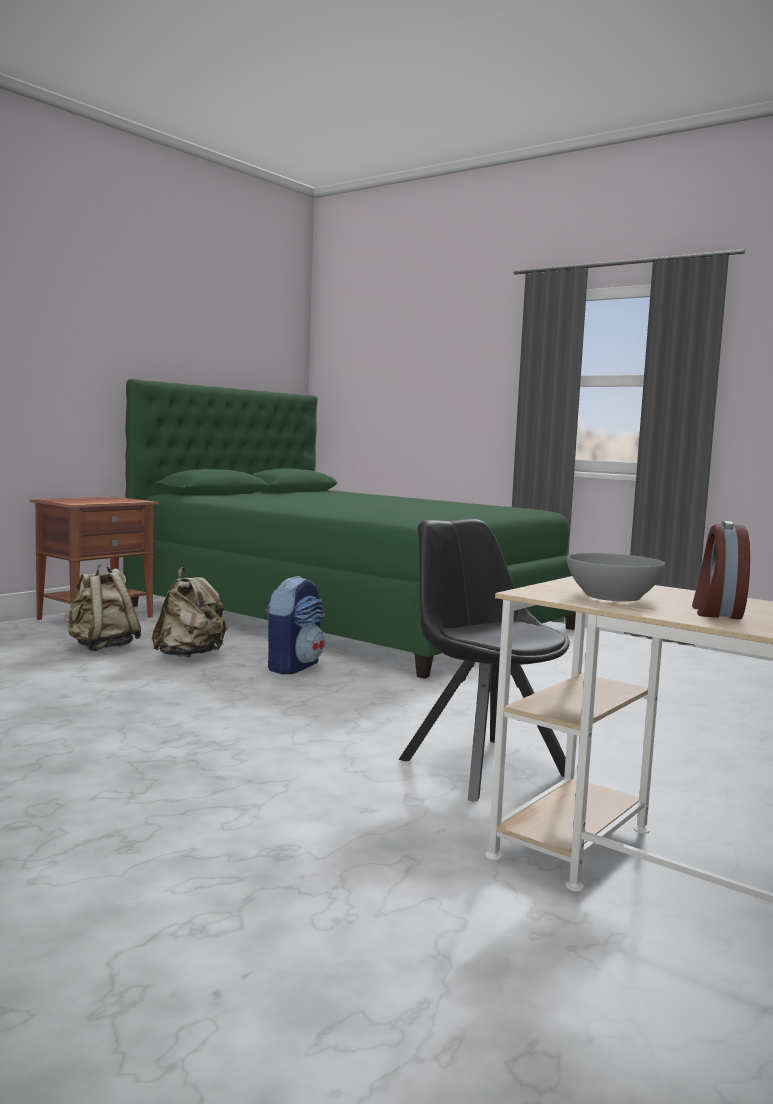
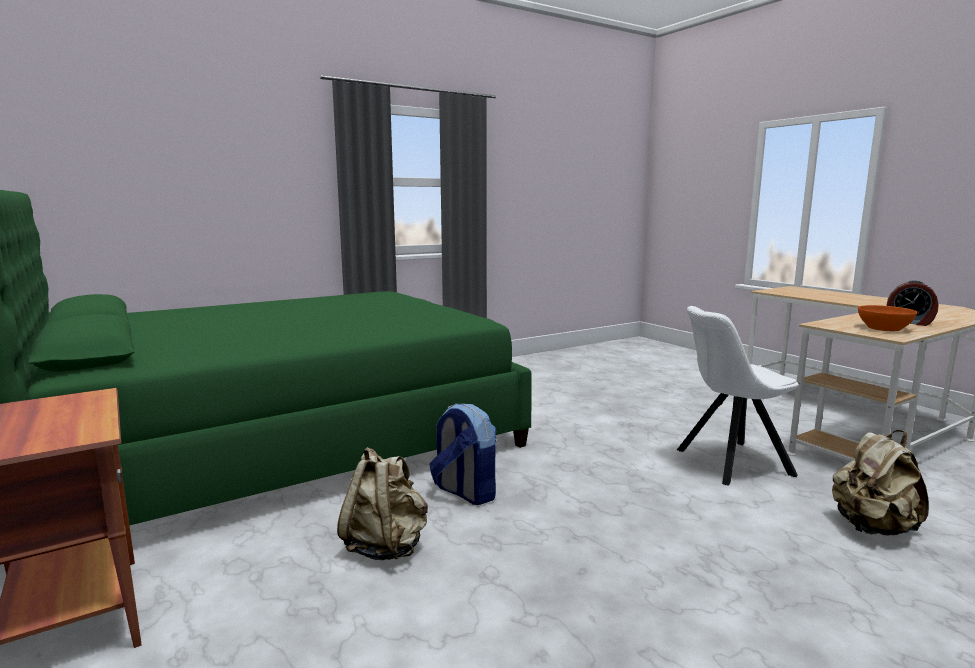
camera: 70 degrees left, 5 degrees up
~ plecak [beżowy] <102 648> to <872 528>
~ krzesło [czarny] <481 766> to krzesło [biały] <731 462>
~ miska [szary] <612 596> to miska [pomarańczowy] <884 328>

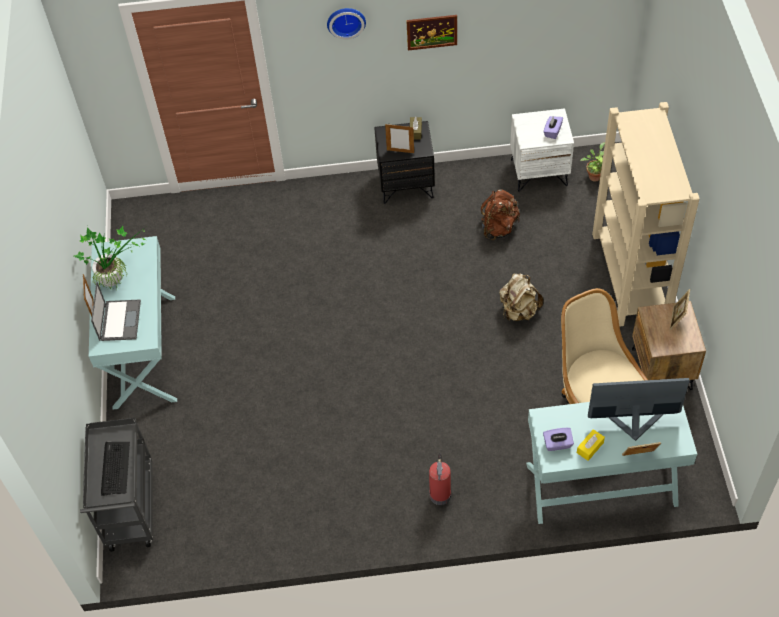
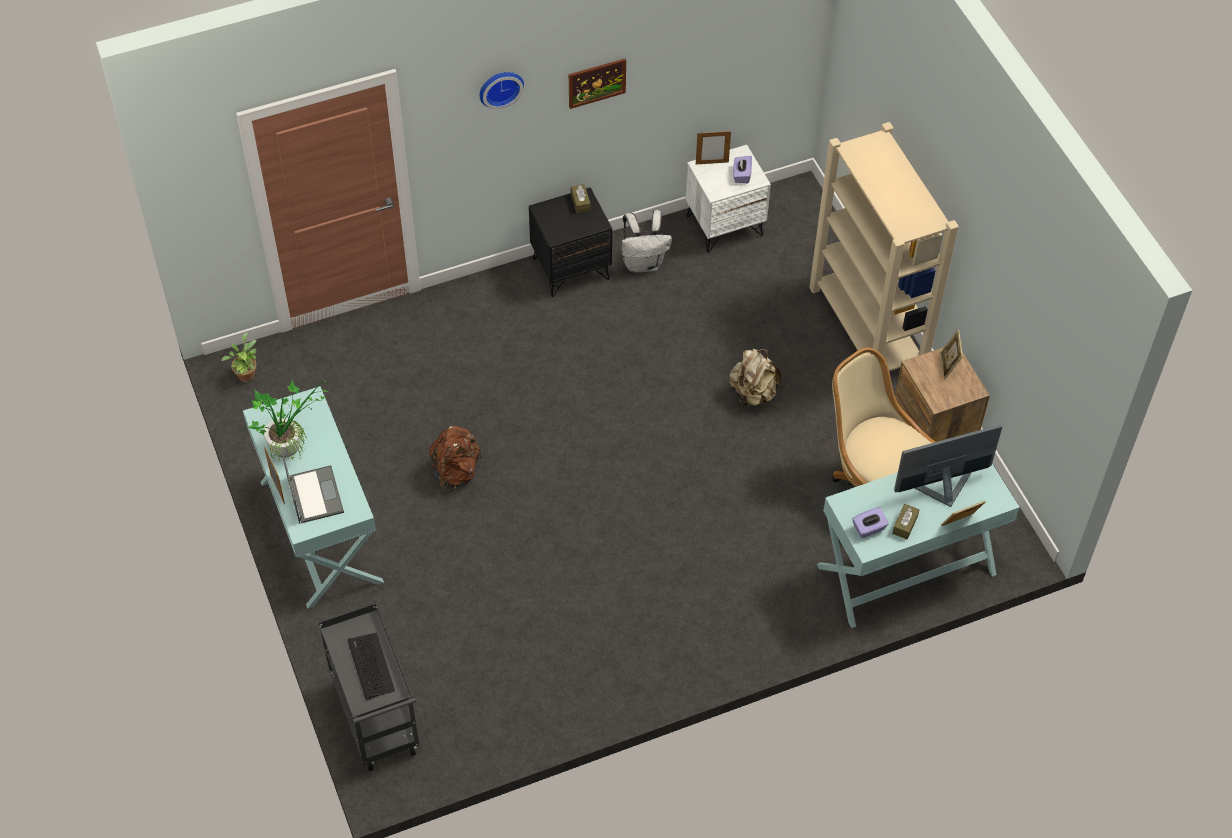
camera: 20 degrees left, 0 degrees up
- gaśnica <440 494>
+ plecak [biały] <643 263>
~ ramka na zdjęcie <400 151> to <712 163>
~ plecak [brązowy] <498 228> to <456 471>
~ roślina doniczkowa <594 175> to <246 374>
~ pudełko chusteczek [żółty] <590 447> to pudełko chusteczek [brązowy] <905 525>

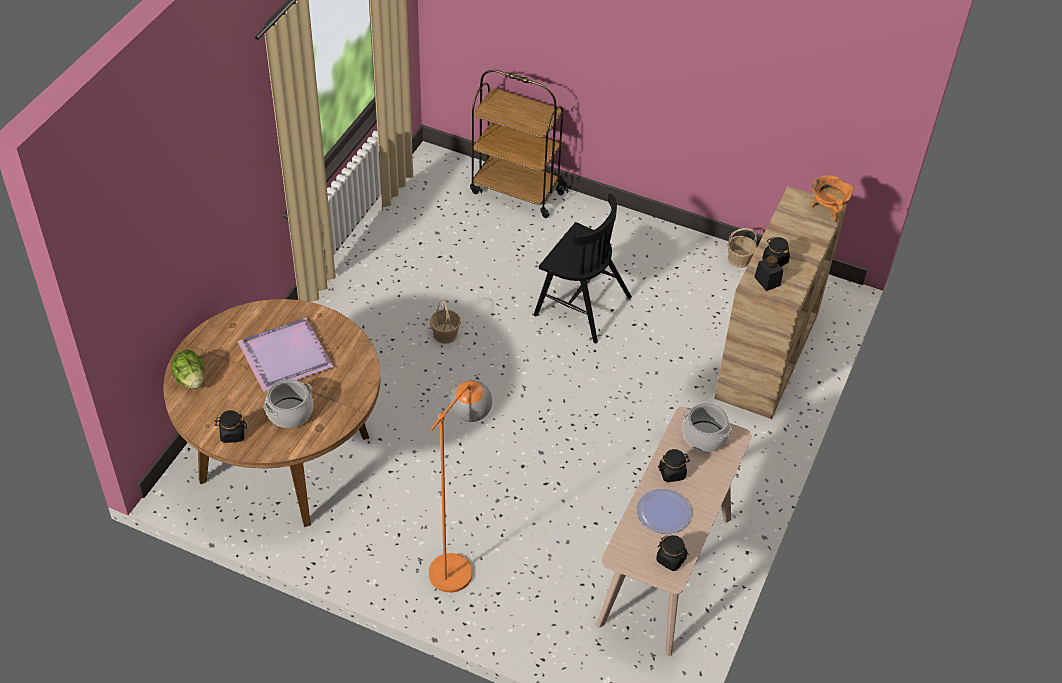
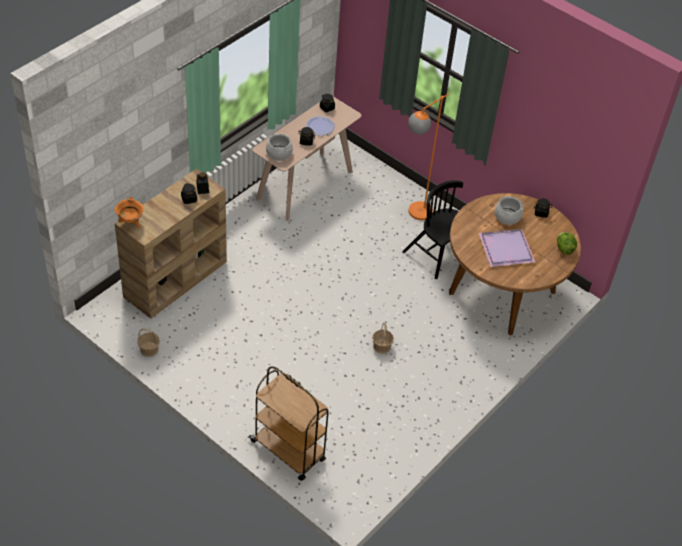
camera: 165 degrees left, 0 degrees up
~ krzesło [czarny] <577 303> to <439 255>

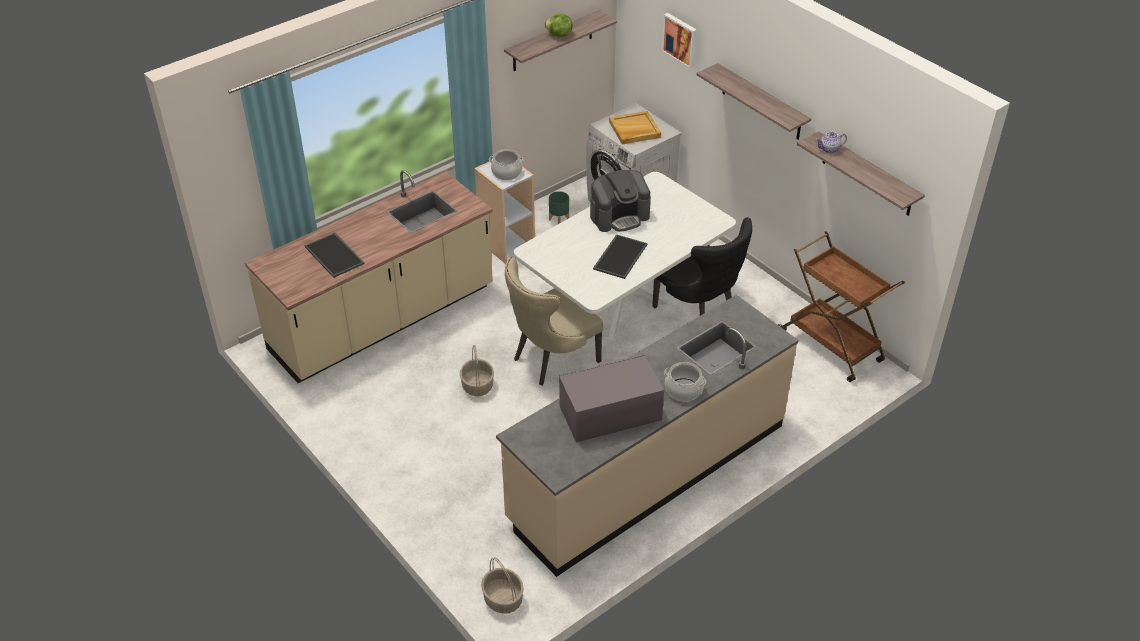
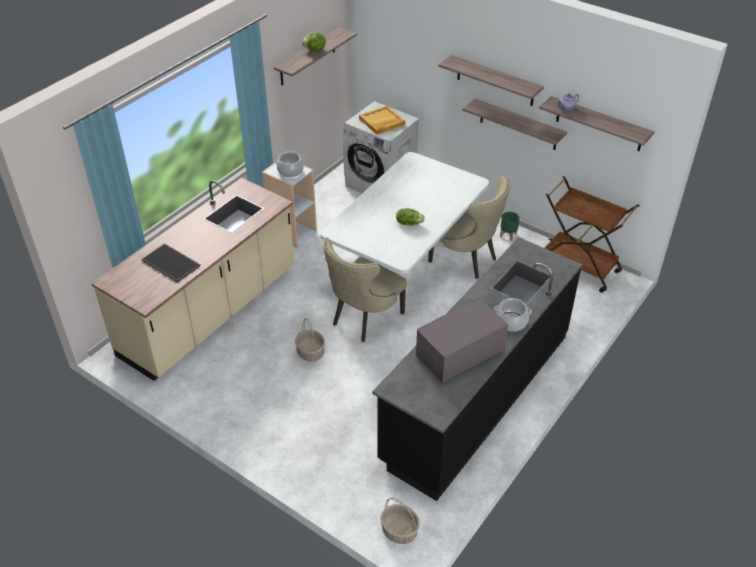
camera: 15 degrees left, 0 degrees up
- ekspres do kawy <619 216>
- obraz <680 39>
+ półka <518 125>
~ donica [zielony] <559 219> to <508 235>
~ taca <619 256> to sałata <409 223>
~ zabudowa kuchenna [beżowy] <647 472> to zabudowa kuchenna [czarny] <476 396>
~ krzesło [czarny] <699 312> to krzesło [beżowy] <466 259>

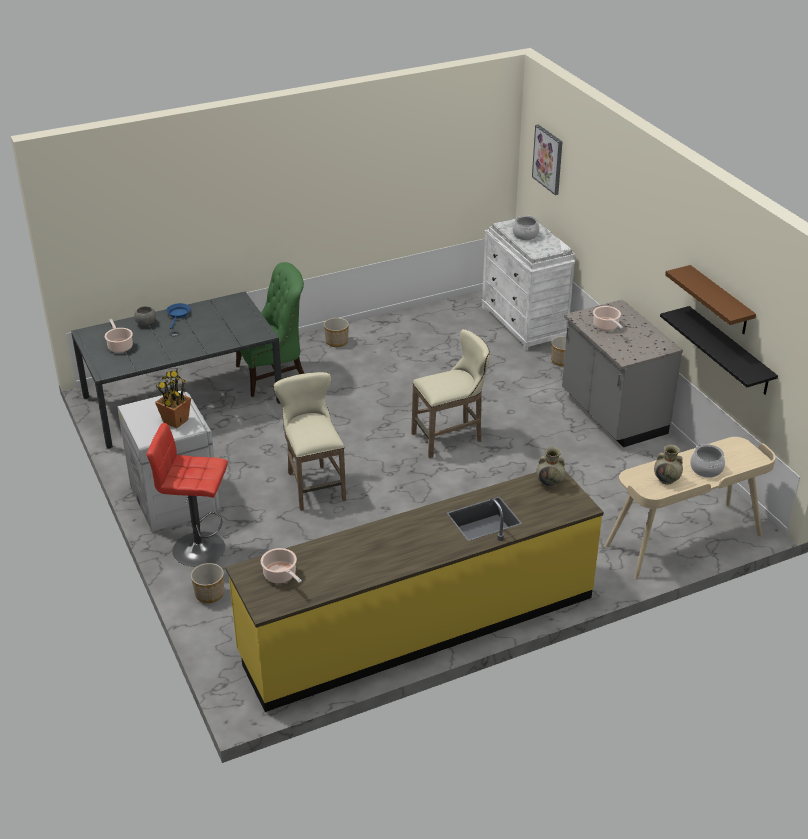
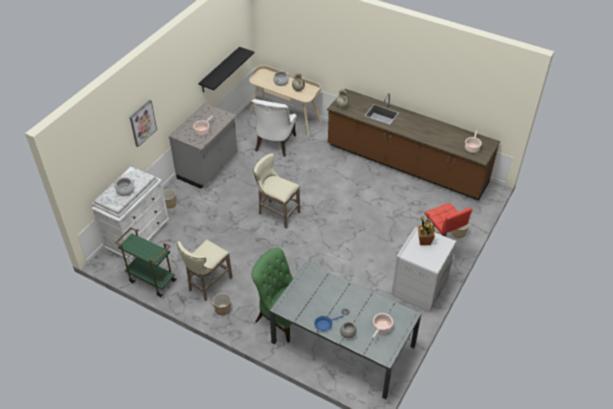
camera: 125 degrees left, 10 degrees up
- półka [brązowy] <720 301>
+ wózek [zielony] <151 281>
+ krzesło [biały] <274 143>
~ stołek [beżowy] <313 484> to <207 285>
~ obraz <548 159> to <142 123>
~ zabudowa kuchenna [żółty] <418 625> to zabudowa kuchenna [brązowy] <406 165>

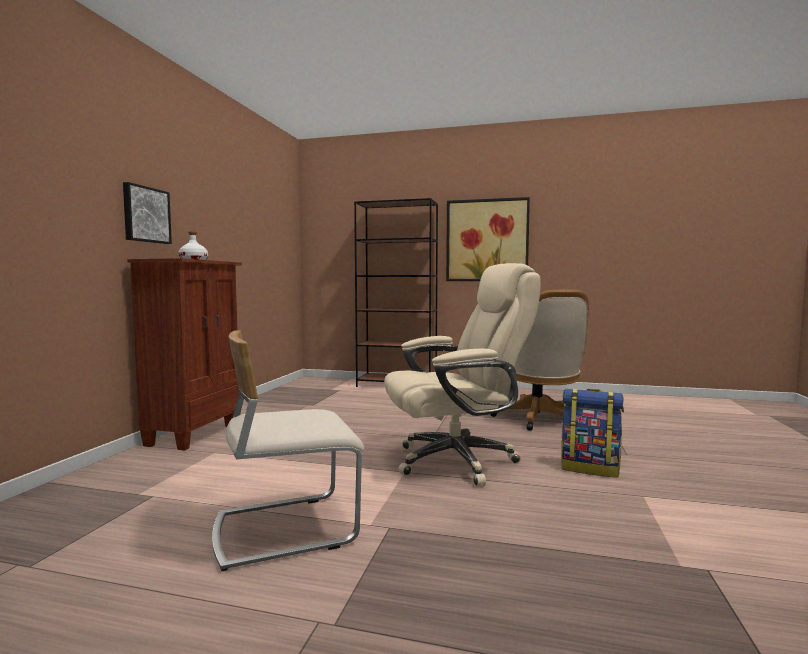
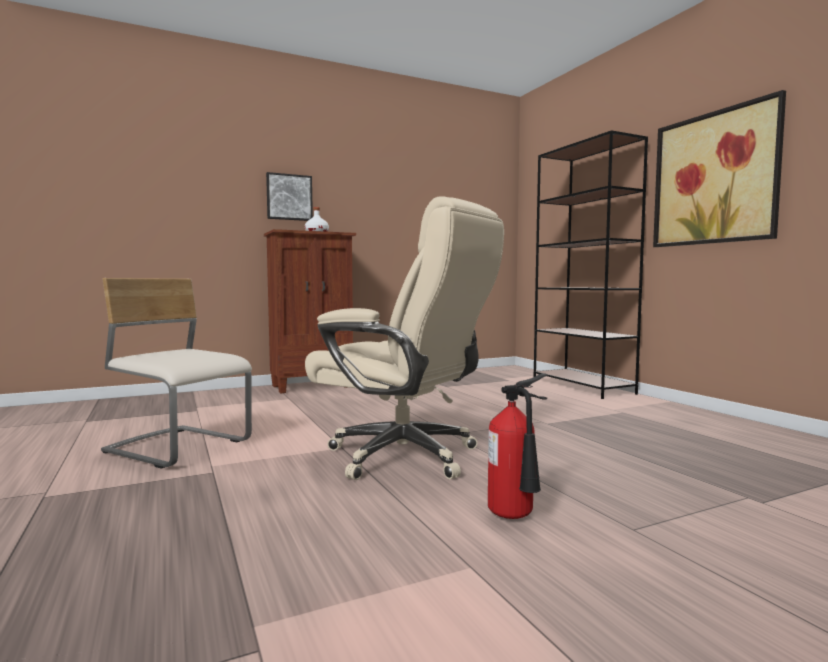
camera: 50 degrees right, 0 degrees up
- krzesło biurowe <540 420>
~ plecak <590 468> to gaśnica <516 517>

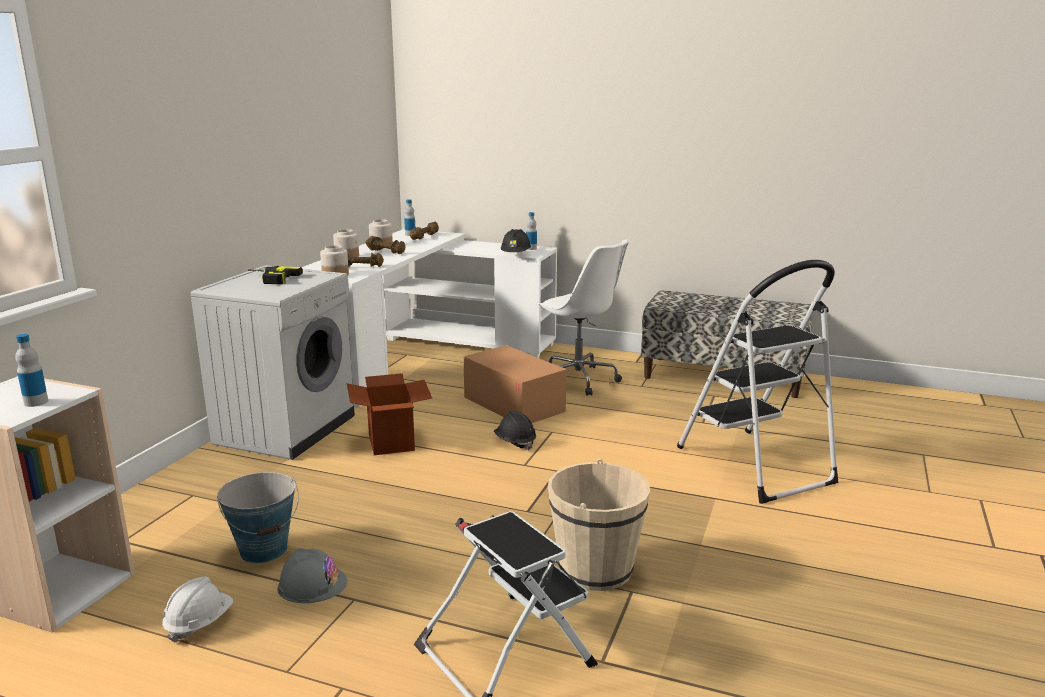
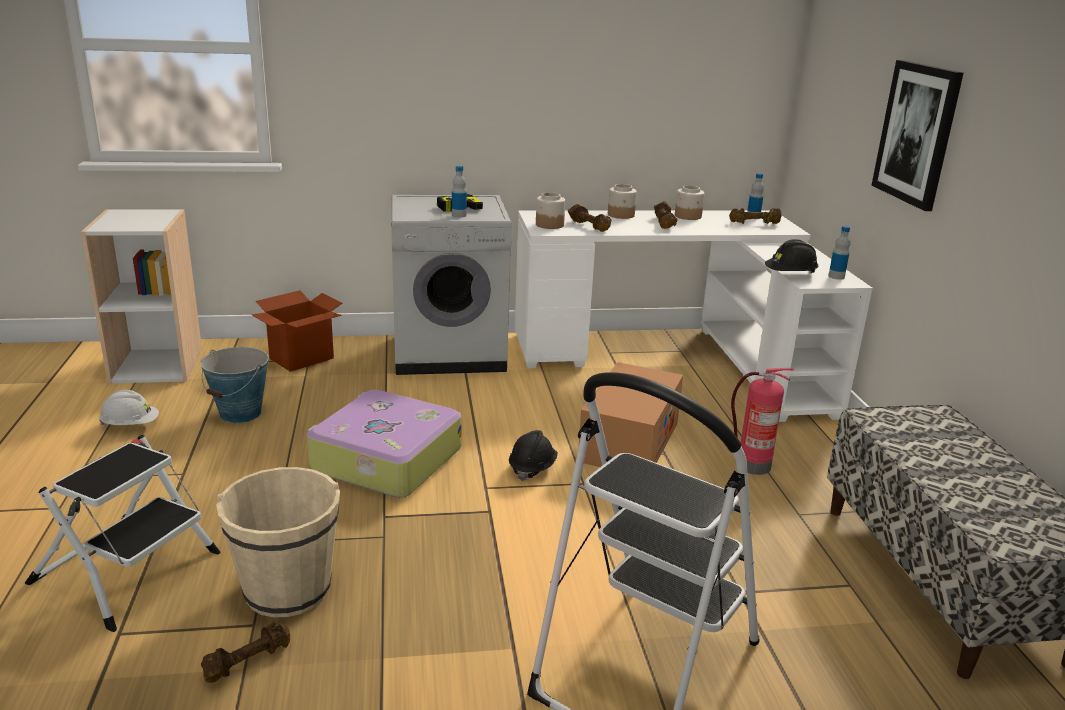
camera: 60 degrees right, 5 degrees up
- kask [szary] <312 584>
+ hantel [brązowy] <247 662>
+ walizka <385 460>
+ obraz <917 133>
~ butelka <36 402> to <459 215>
~ karton <391 442> to <301 358>
~ krzesło biurowe [biały] <580 381> to gaśnica <751 465>

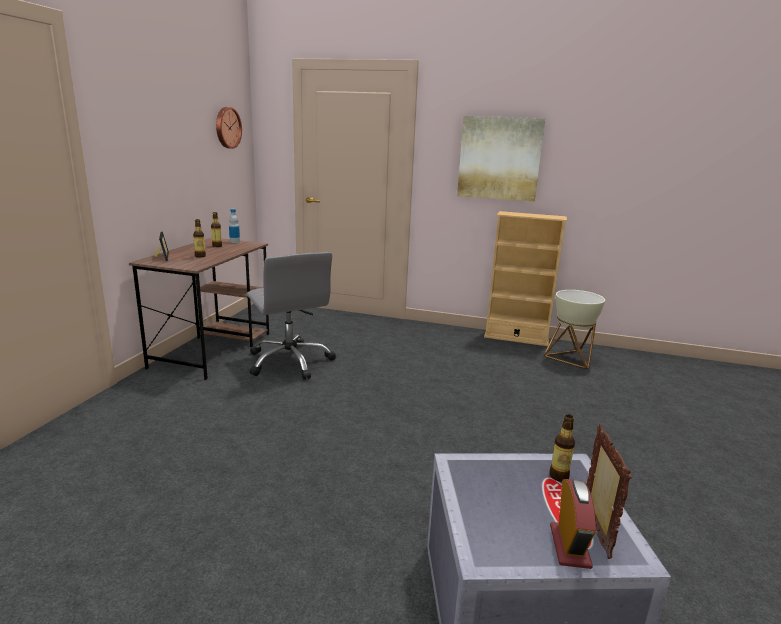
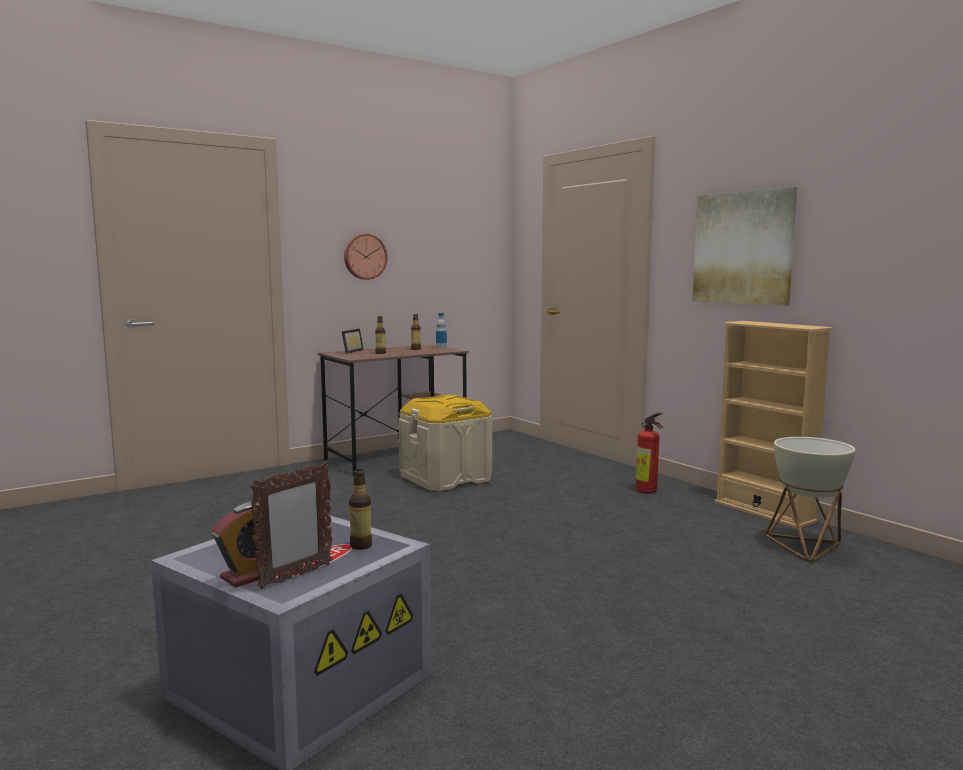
camera: 40 degrees right, 10 degrees down
+ gaśnica <648 492>
~ zegar ścienny <227 127> to <364 256>
~ krzesło biurowe [szary] <290 362> to pojemnik do przechowywania [beżowy] <445 478>

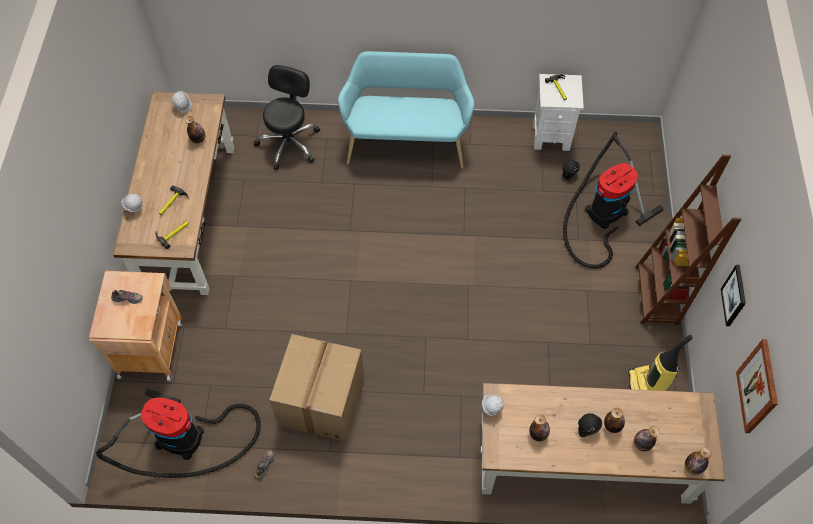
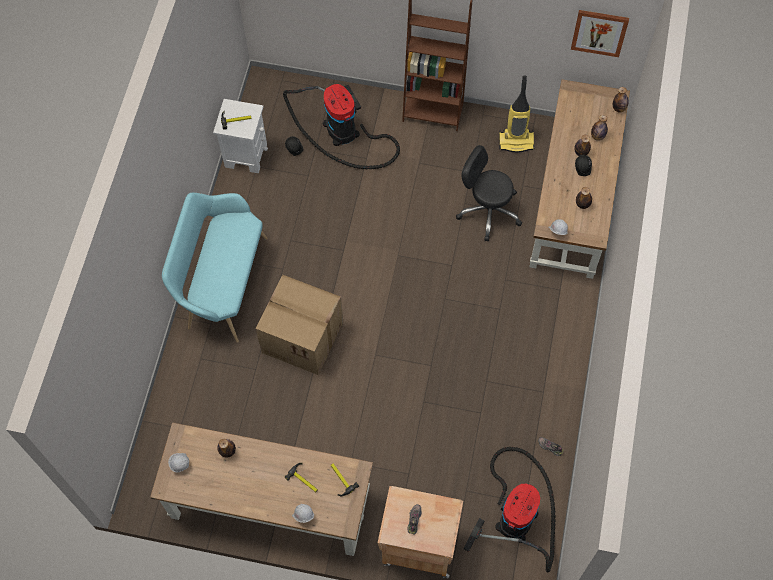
camera: 80 degrees left, 5 degrees up
- obraz <734 295>
~ krzesło biurowe [czarny] <290 141> to <486 210>
~ karton <322 403> to <304 337>

